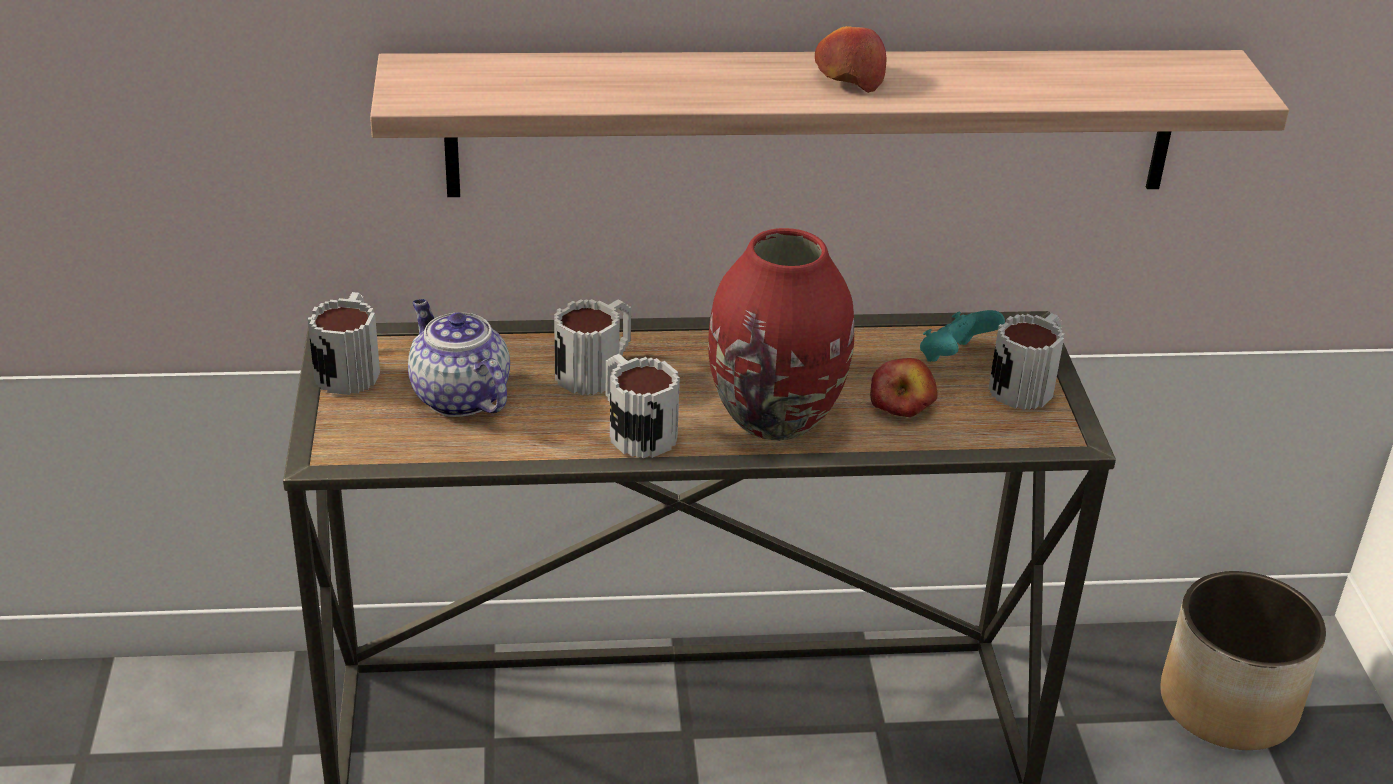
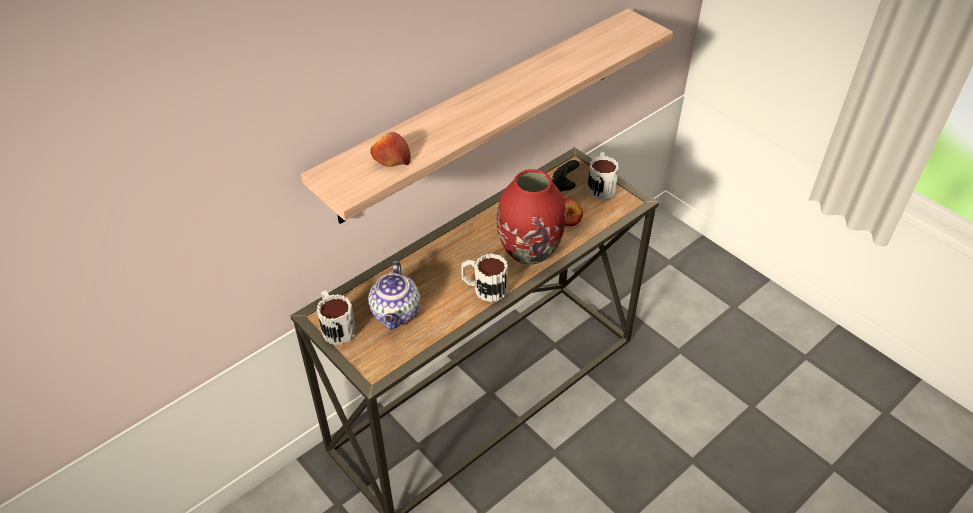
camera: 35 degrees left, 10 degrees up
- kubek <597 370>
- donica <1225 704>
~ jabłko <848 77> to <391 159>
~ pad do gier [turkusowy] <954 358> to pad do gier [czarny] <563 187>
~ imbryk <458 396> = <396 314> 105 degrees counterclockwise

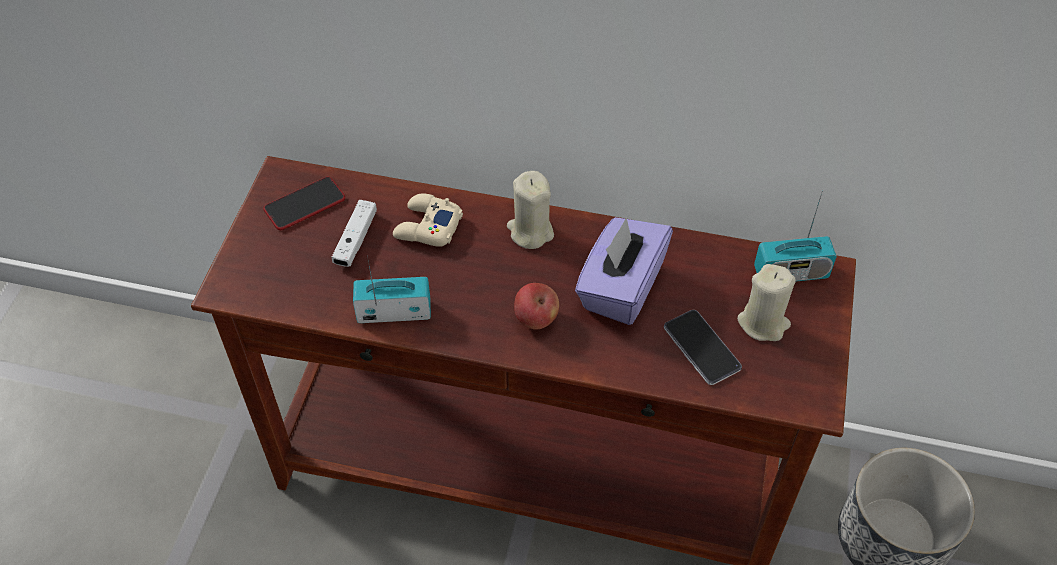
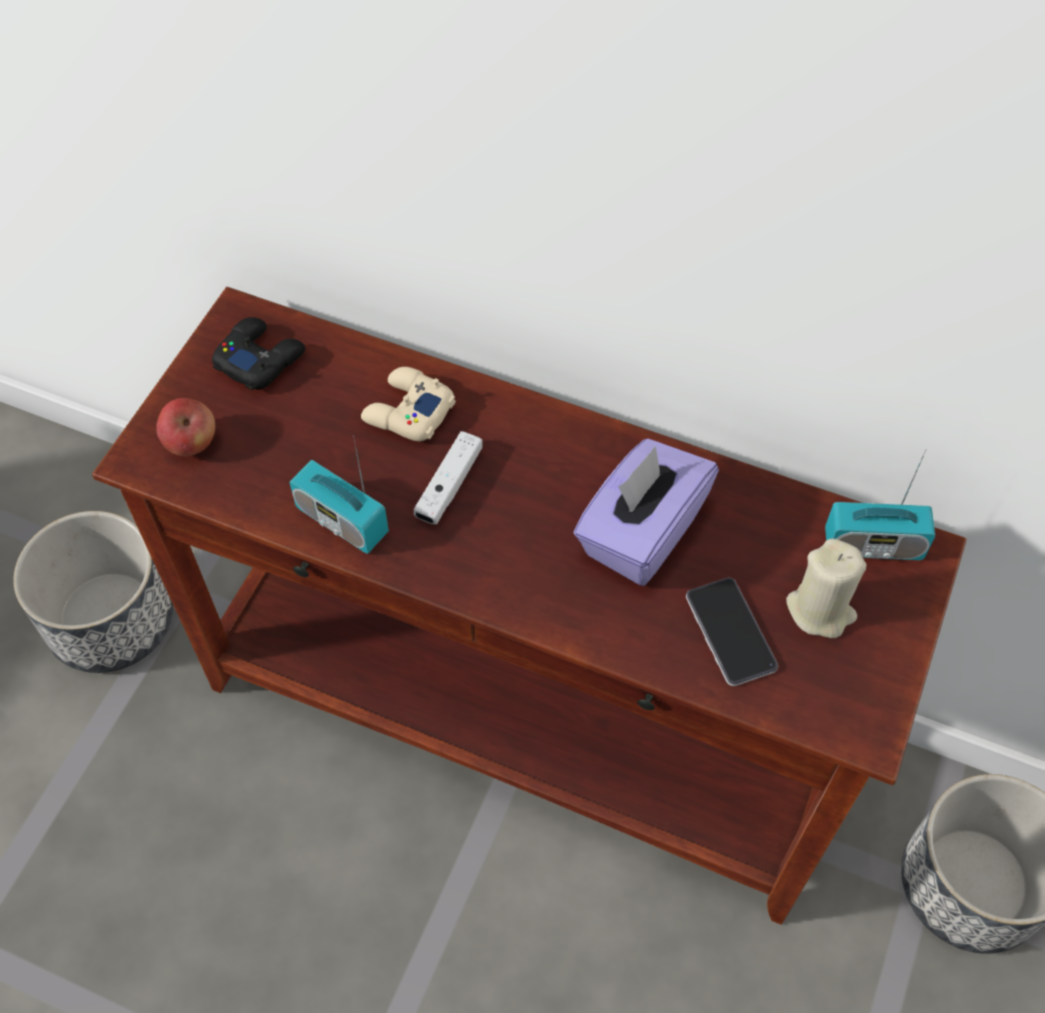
camera: 10 degrees right, 5 degrees up
- świeca [beżowy] <530 231>
+ donica <112 619>
~ pad do gier [biały] <356 239> to <449 485>
~ jabłko <536 319> to <191 443>
~ telefon <304 204> to pad do gier [czarny] <259 359>
~ radio <394 312> = <342 521> 150 degrees counterclockwise

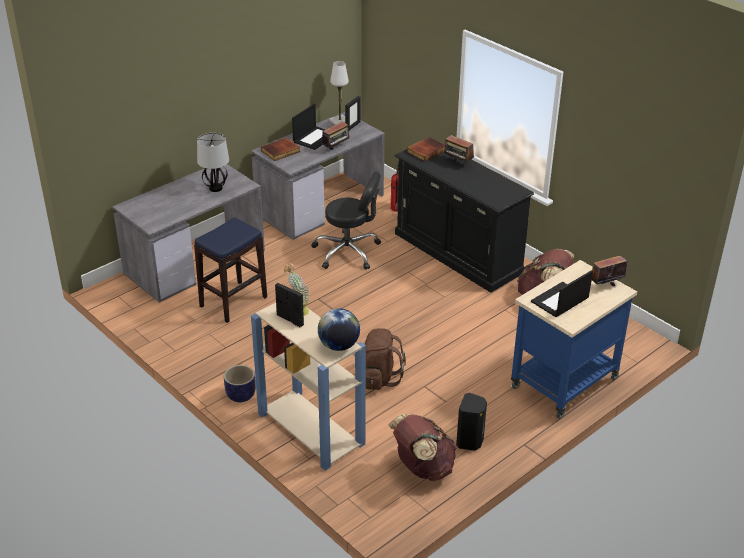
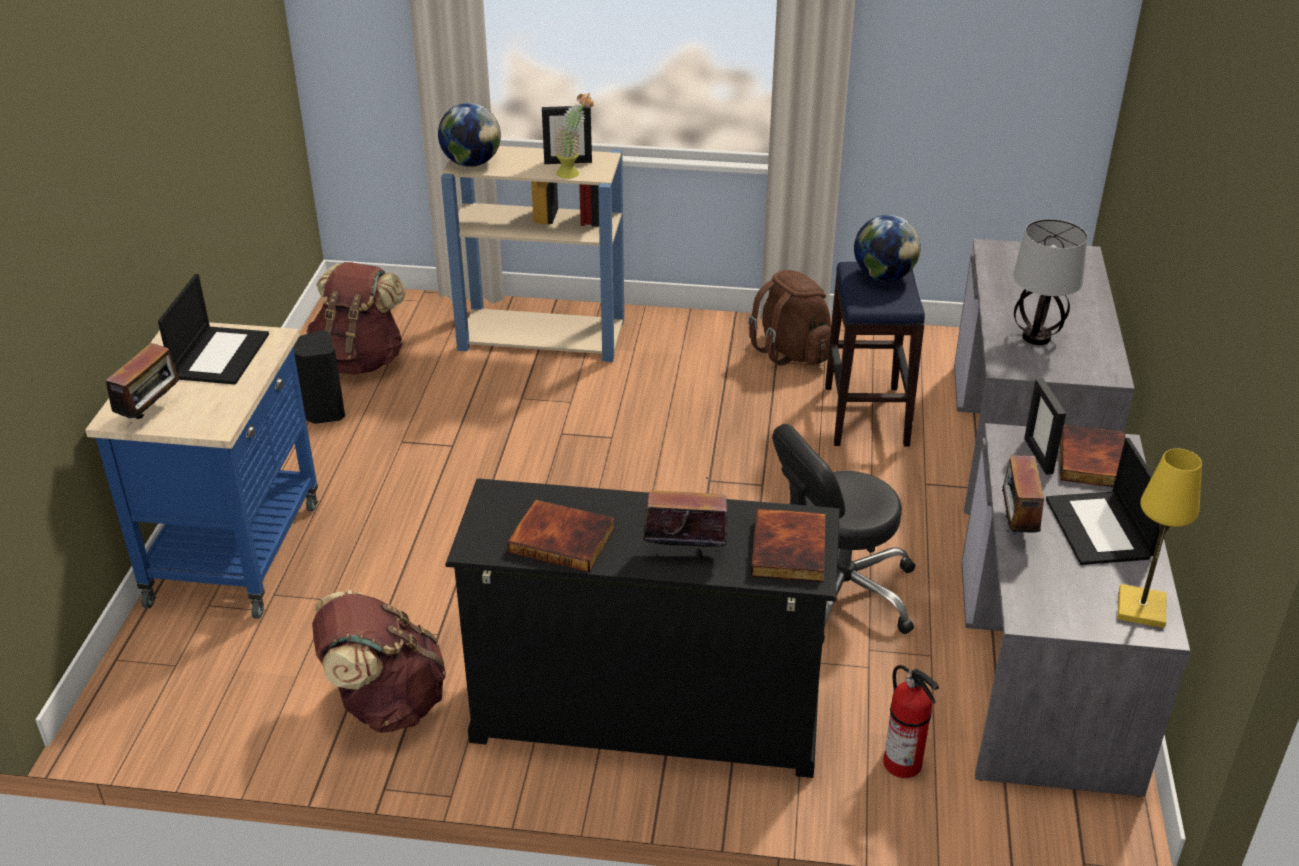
camera: 140 degrees right, 0 degrees up
- donica <240 395>
+ książka <563 539>
+ globus <883 276>
~ ramka na zdjęcie <352 126> to <1039 455>
~ plecak [brązowy] <378 378> to <792 352>
~ lampa stołowa [biały] <339 121> to lampa stołowa [żółty] <1141 608>

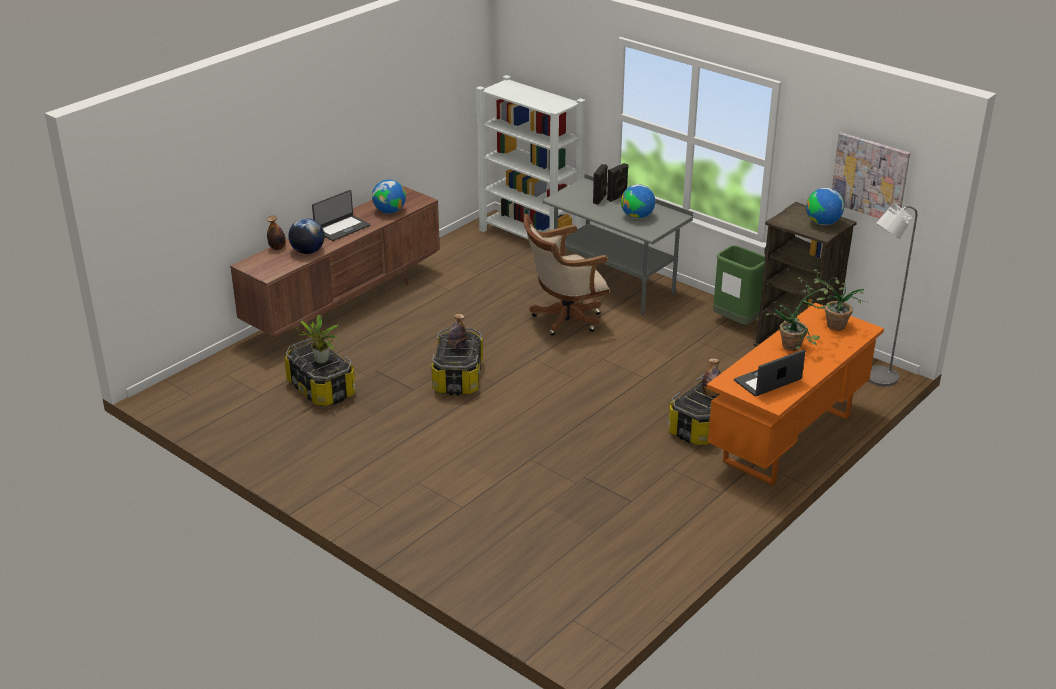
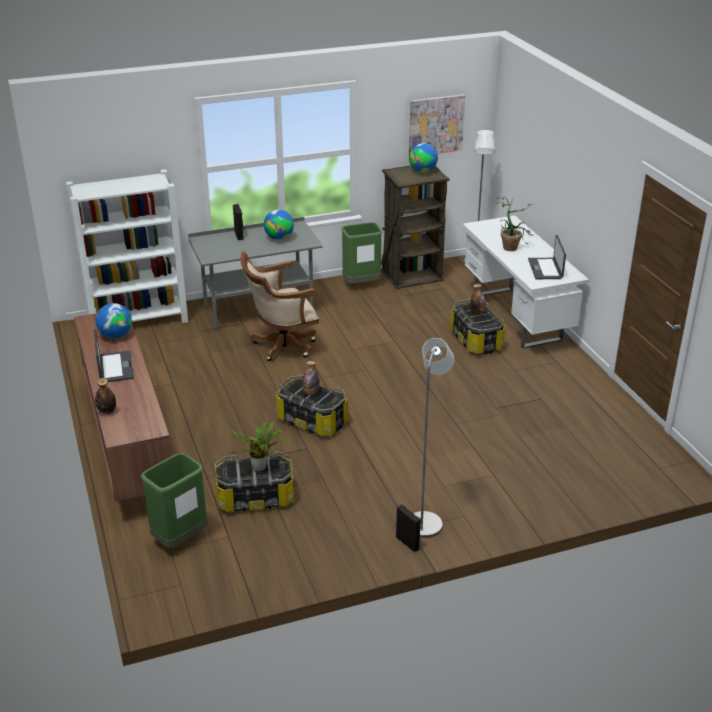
camera: 60 degrees left, 0 degrees up
- globus <308 251>
- roślina doniczkowa <830 325>
+ kosz na śmieci [zielony] <180 539>
+ lampa stojąca [szary] <426 520>
~ głośnik [czarny] <600 199> to <408 542>
~ biurko [pomarańczowy] <788 439> to biurko [biały] <517 317>
~ krzesło biurowe <564 320> = <281 347> 60 degrees clockwise

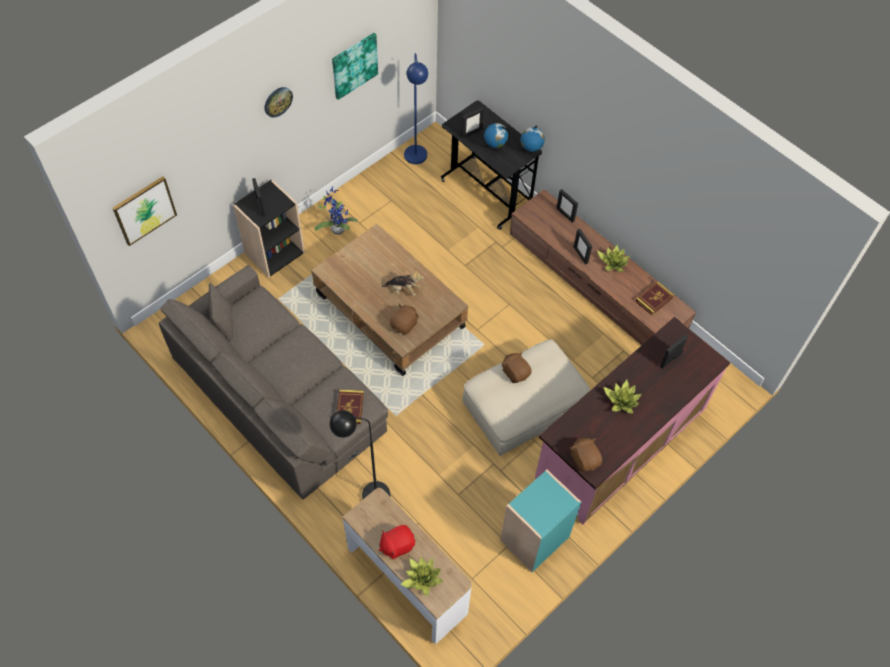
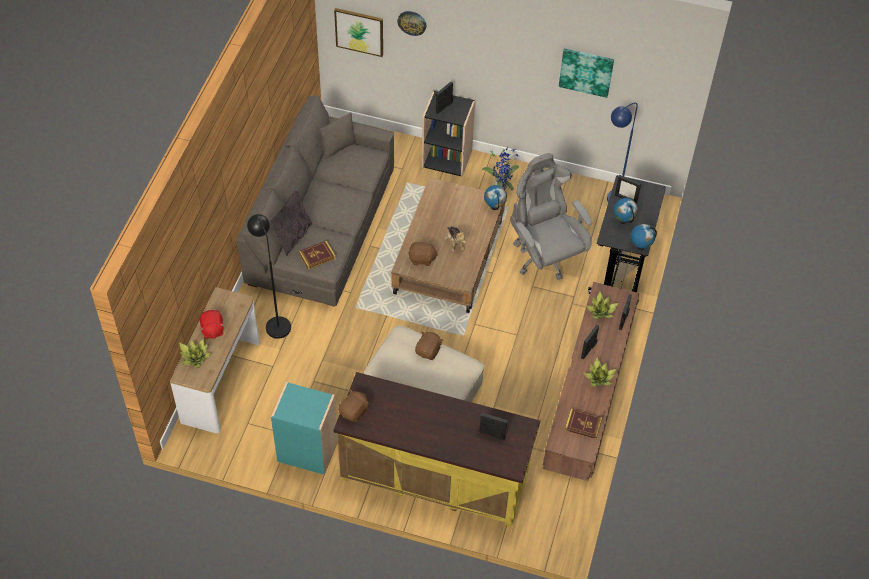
camera: 60 degrees right, 5 degrees down
+ poduszka [czarny] <293 237>
+ globus <494 207>
+ krzesło biurowe [szary] <546 259>
~ zegar ścienny <278 101> to <412 22>
~ roślina doniczkowa <621 400> to <601 311>
~ szafka [różowy] <619 445> to szafka [żółty] <434 475>
~ pluszak [czerwony] <397 545> = <212 330> 135 degrees counterclockwise

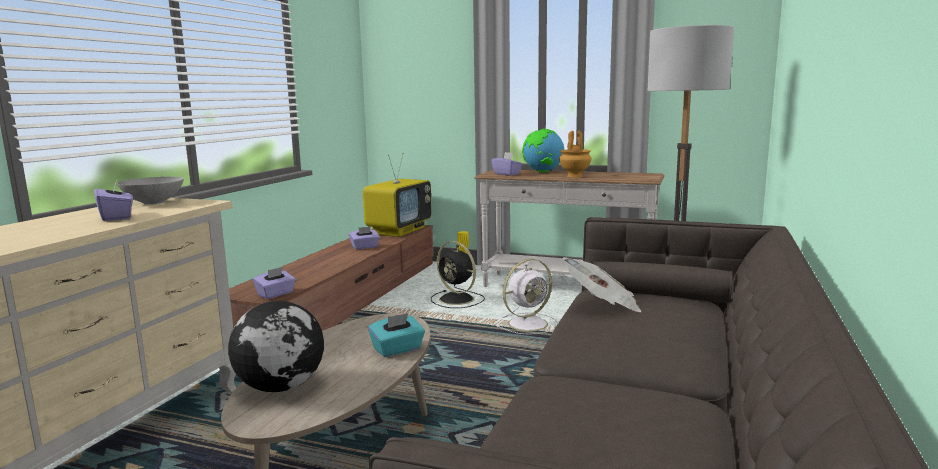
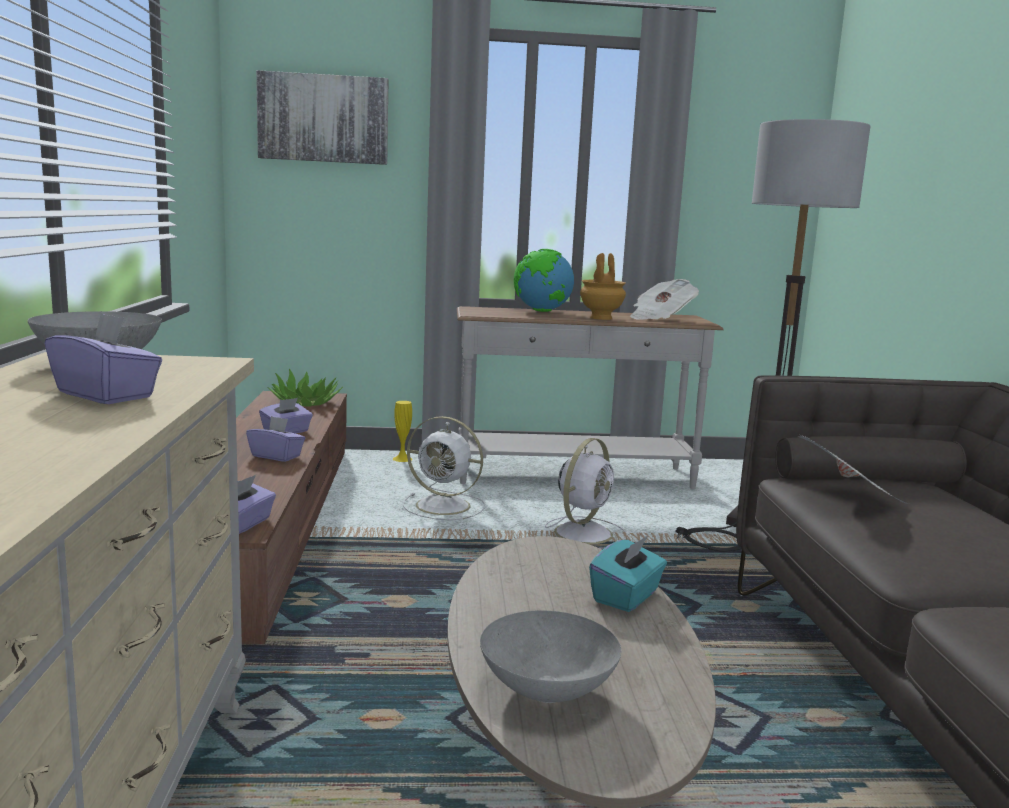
camera: 25 degrees left, 0 degrees up
+ obraz <323 118>
+ gazeta <660 318>
~ pudełko chusteczek [fioletowy] <507 174> to <276 456>
~ globus <282 387> to miska [szary] <549 690>
~ telewizor <399 230> to roślina doniczkowa <305 403>
~ wentylator [czarny] <457 299> to wentylator [biały] <445 506>

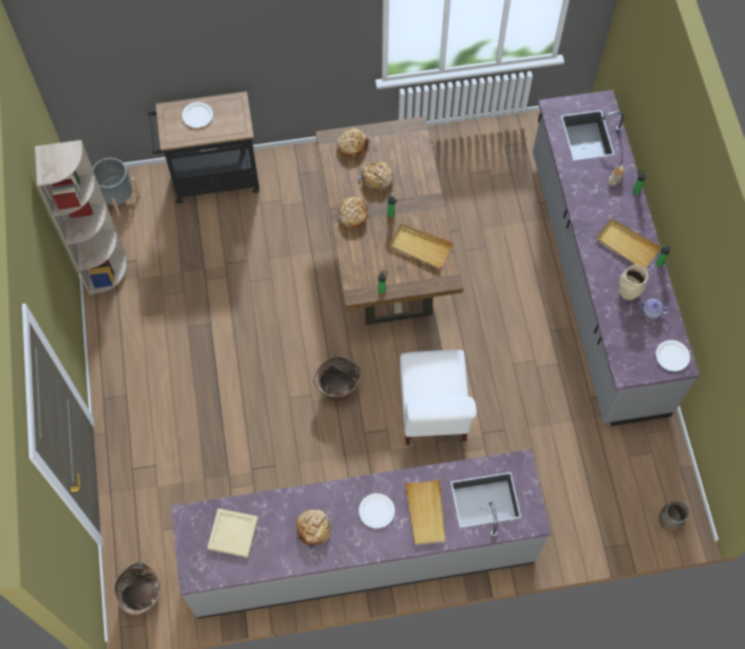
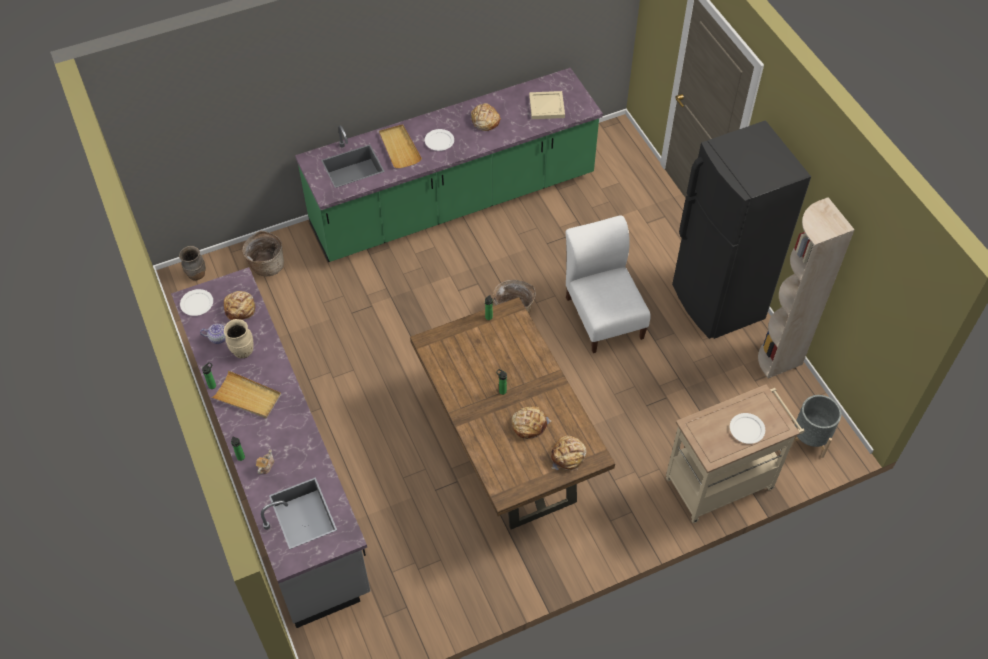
camera: 165 degrees right, 10 degrees down
- taca [beżowy] <420 247>
+ lodówka [czarny] <717 302>
~ koszyk <143 596> to <266 265>
~ chleb <352 214> to <240 309>
~ krzesło [biały] <432 411> to <603 314>
~ wózek [czarny] <213 178> to wózek [beżowy] <722 483>
~ zabudowa kuchenna [szary] <361 551> to zabudowa kuchenna [zielony] <453 202>

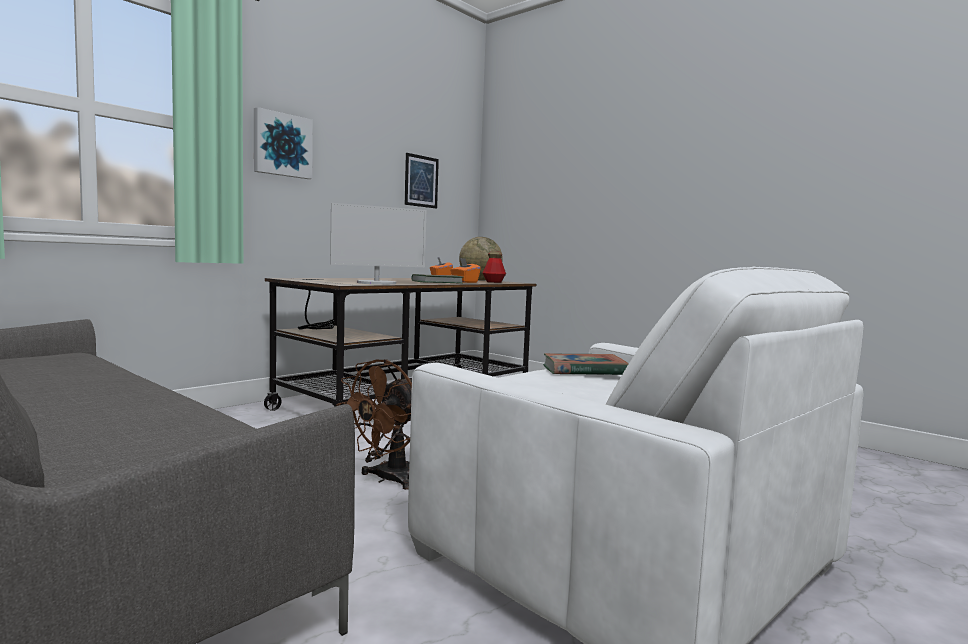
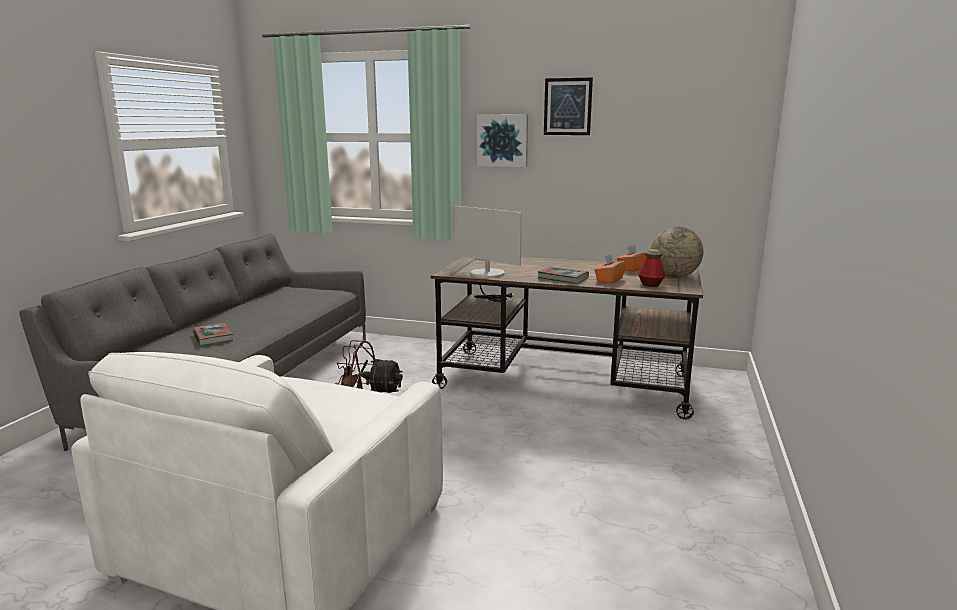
camera: 65 degrees right, 10 degrees up
~ obraz <421 181> to <567 106>
~ książka <584 370> to <213 337>

